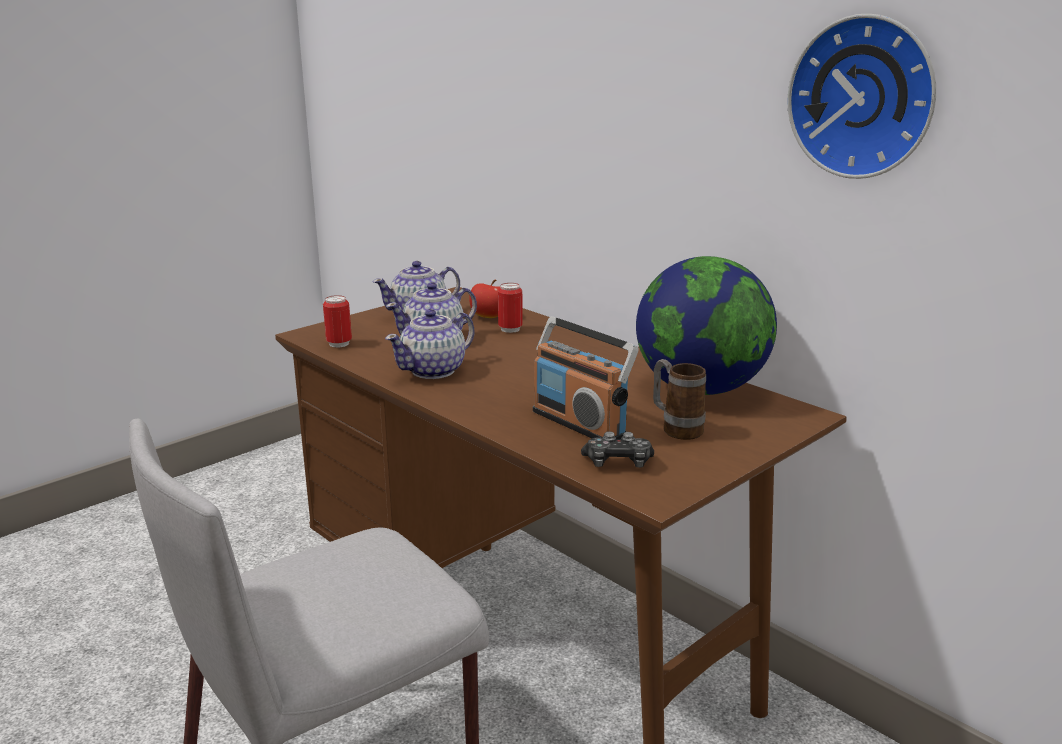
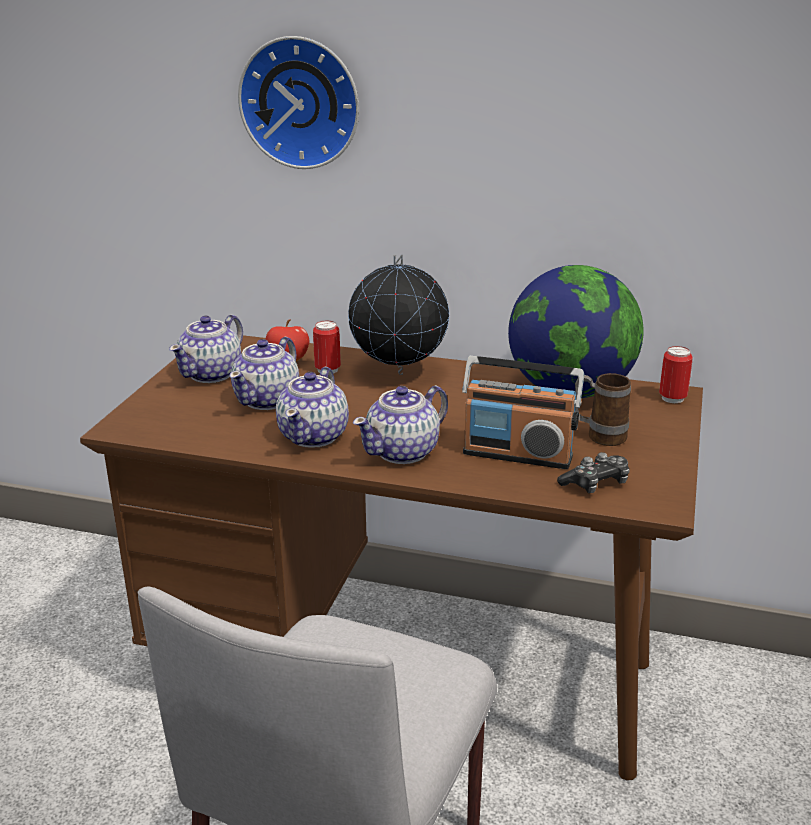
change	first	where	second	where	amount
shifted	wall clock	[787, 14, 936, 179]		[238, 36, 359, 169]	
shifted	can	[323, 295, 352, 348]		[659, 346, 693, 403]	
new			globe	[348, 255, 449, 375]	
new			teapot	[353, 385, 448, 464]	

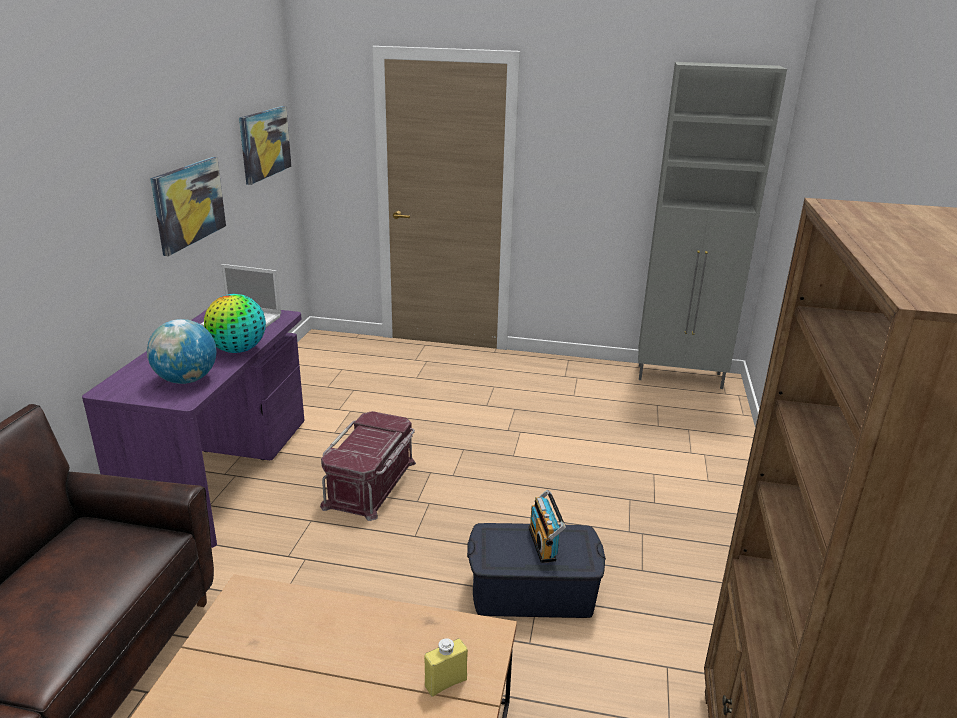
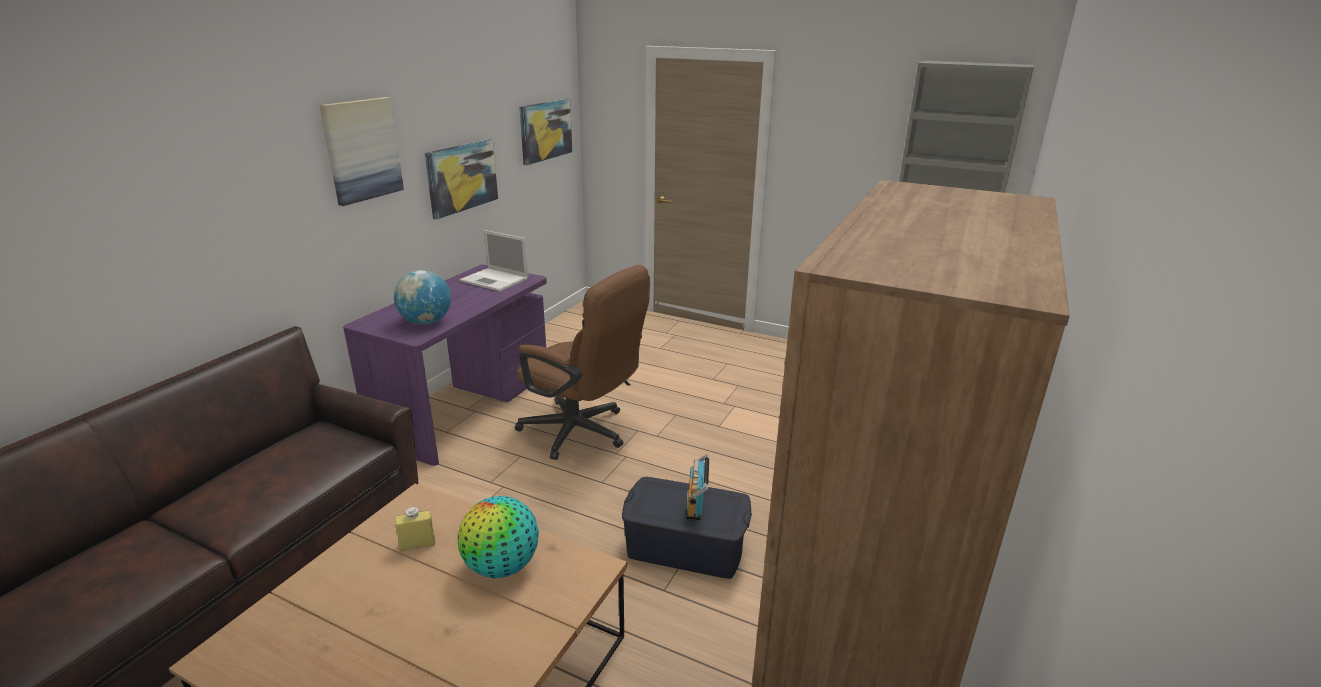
change	first	where	second	where	amount
shifted	globe	[204, 294, 266, 353]		[458, 496, 539, 578]	
swapped	storage box in red	[320, 411, 416, 521]	office chair in brown	[515, 265, 650, 460]	
shifted	bottle in yellow	[424, 638, 468, 697]		[395, 507, 435, 552]	
new			picture	[320, 97, 404, 206]	

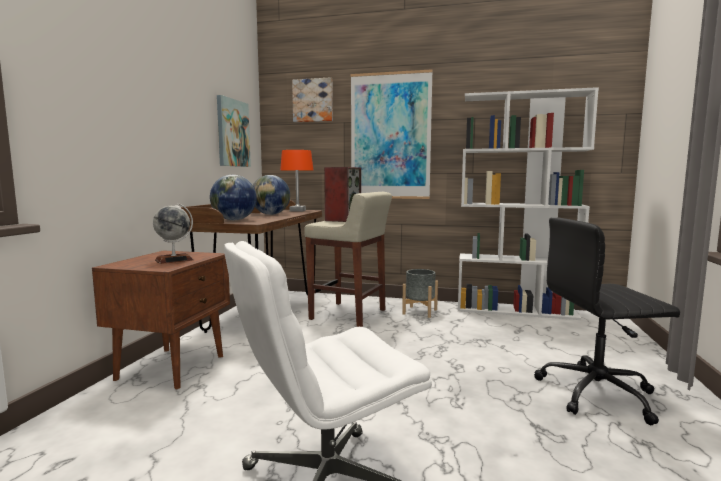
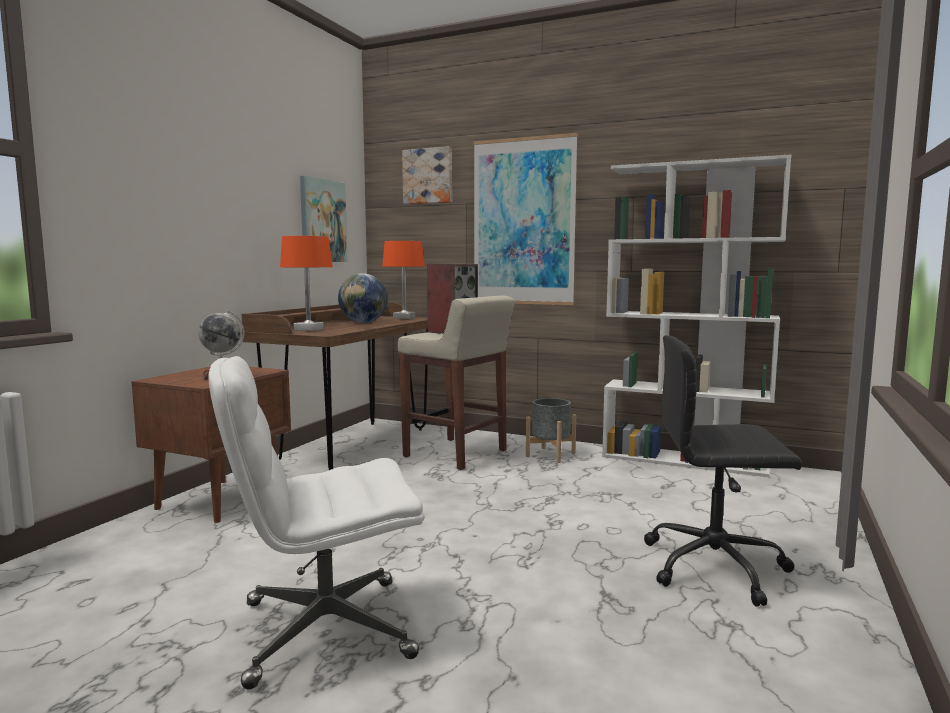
change	first	where	second	where	amount
swapped	globe	[210, 175, 257, 220]	table lamp in orange	[280, 236, 333, 331]	

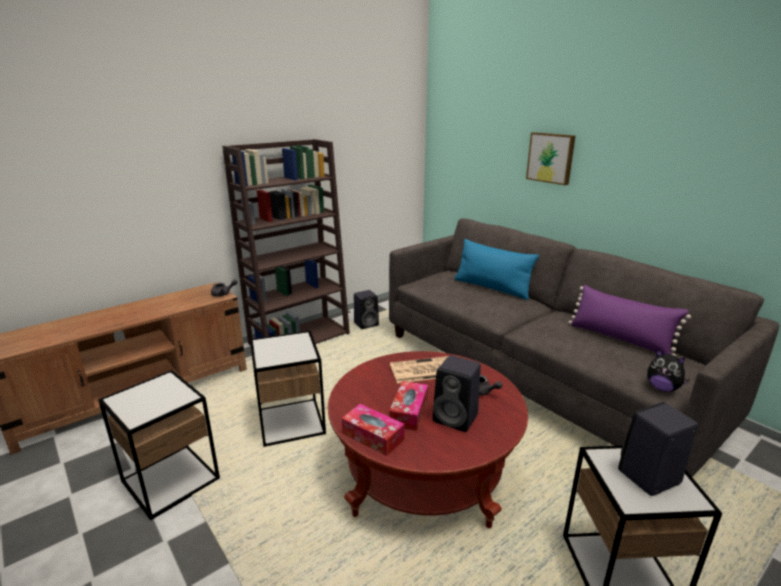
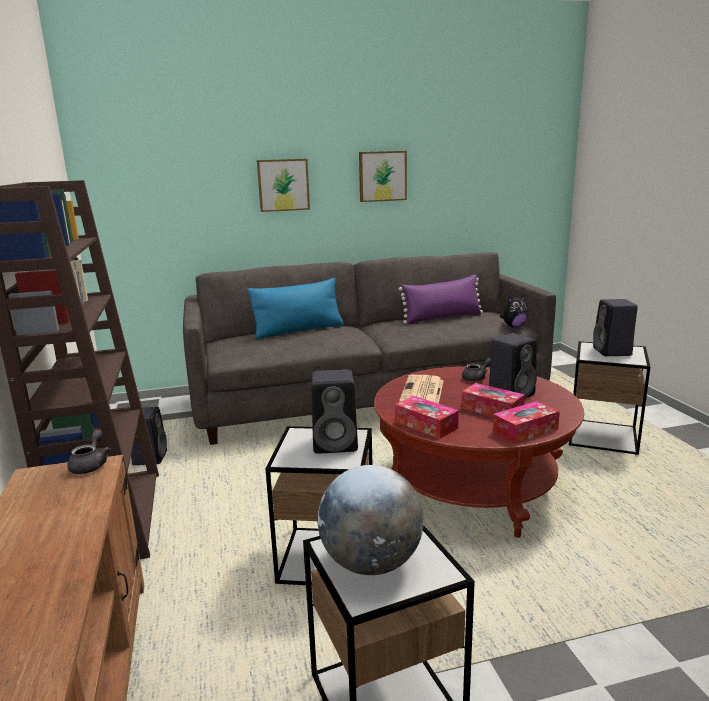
change	first	where	second	where	amount
new			picture	[359, 151, 407, 202]	
new			speaker in black	[311, 369, 358, 454]	
new			tissue box	[395, 396, 459, 439]	
new			globe	[318, 465, 424, 575]	

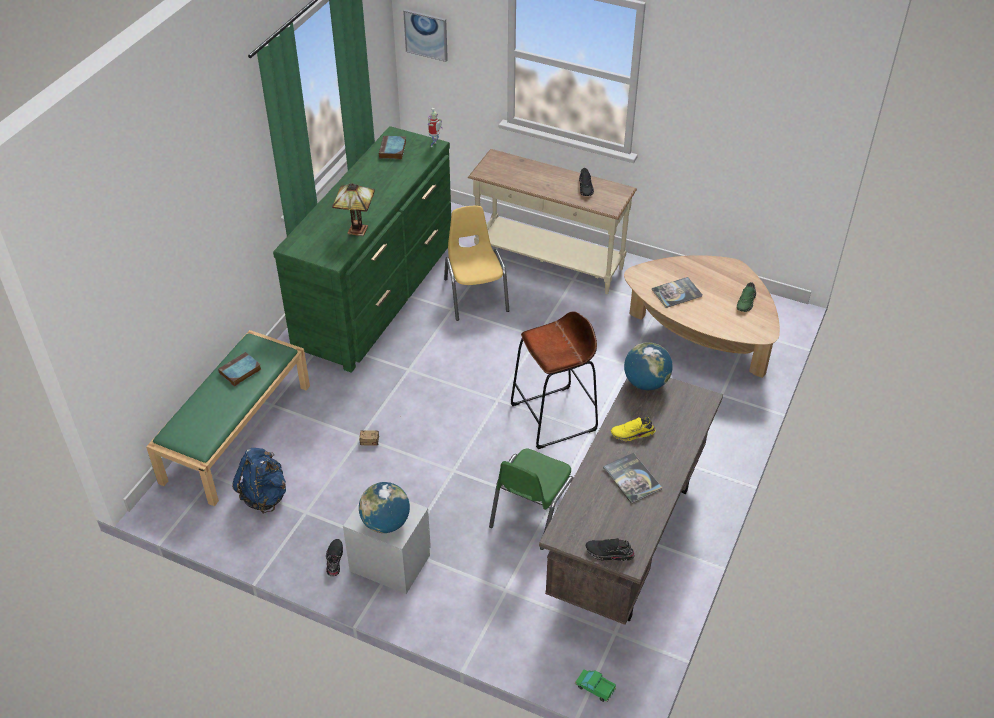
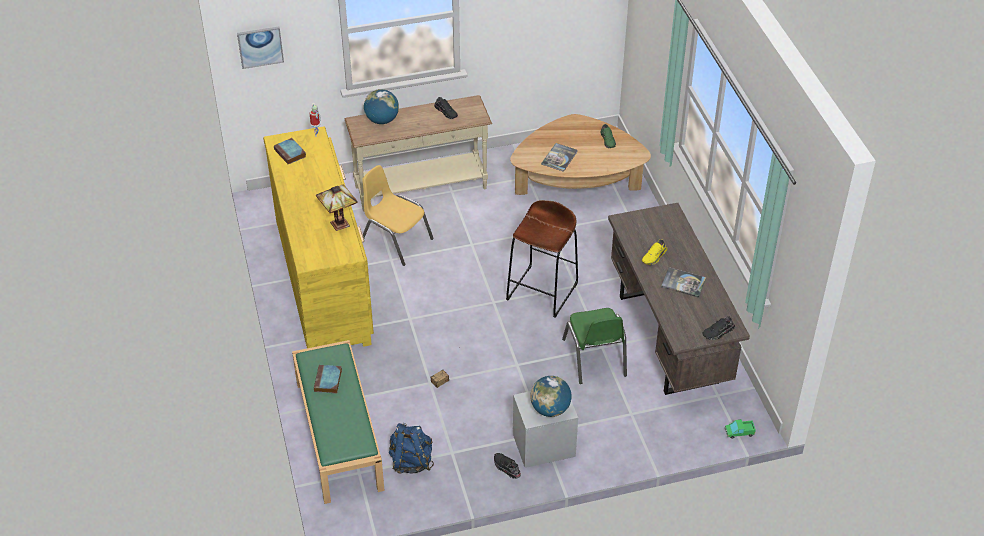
change	first	where	second	where	amount
repainted	dresser in green	[273, 126, 451, 372]	dresser in yellow	[263, 126, 374, 348]	
shifted	globe	[624, 342, 673, 390]		[364, 89, 399, 124]	

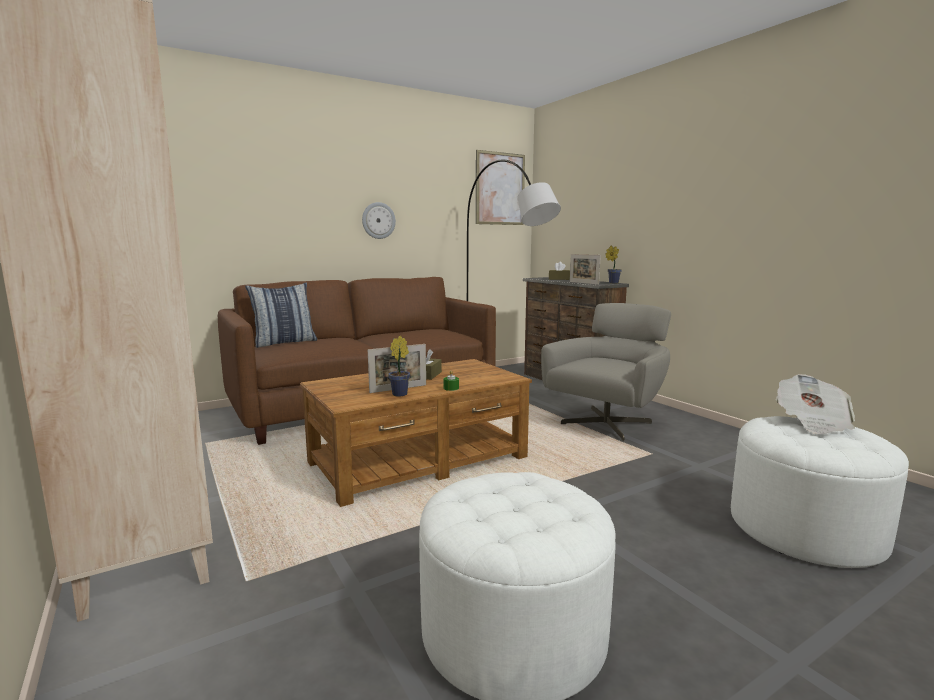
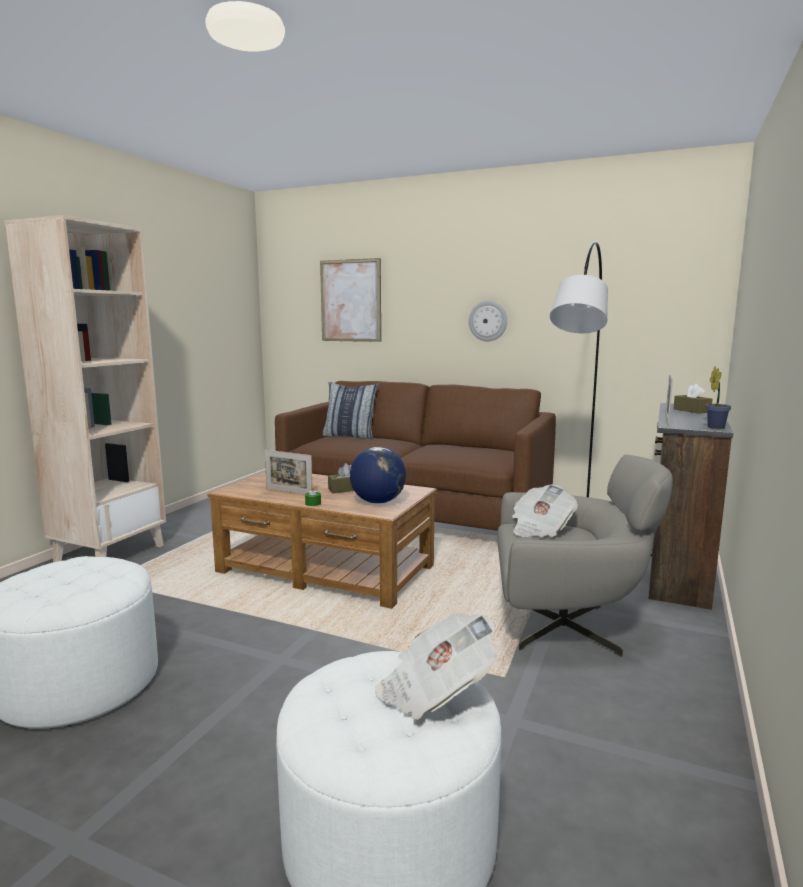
change	first	where	second	where	amount
shifted	picture	[476, 150, 525, 225]		[320, 258, 381, 342]	
gone	potted plant	[388, 335, 410, 397]			
new			globe	[350, 447, 406, 504]	
new			newspaper	[512, 485, 578, 537]	

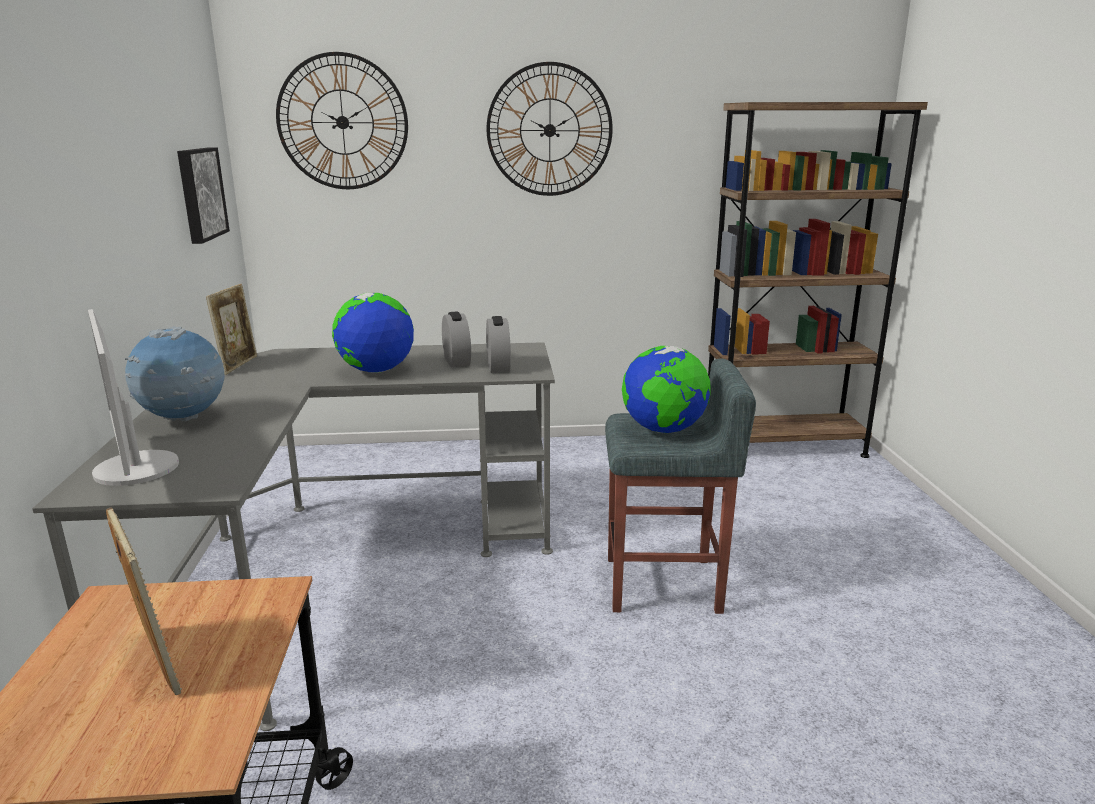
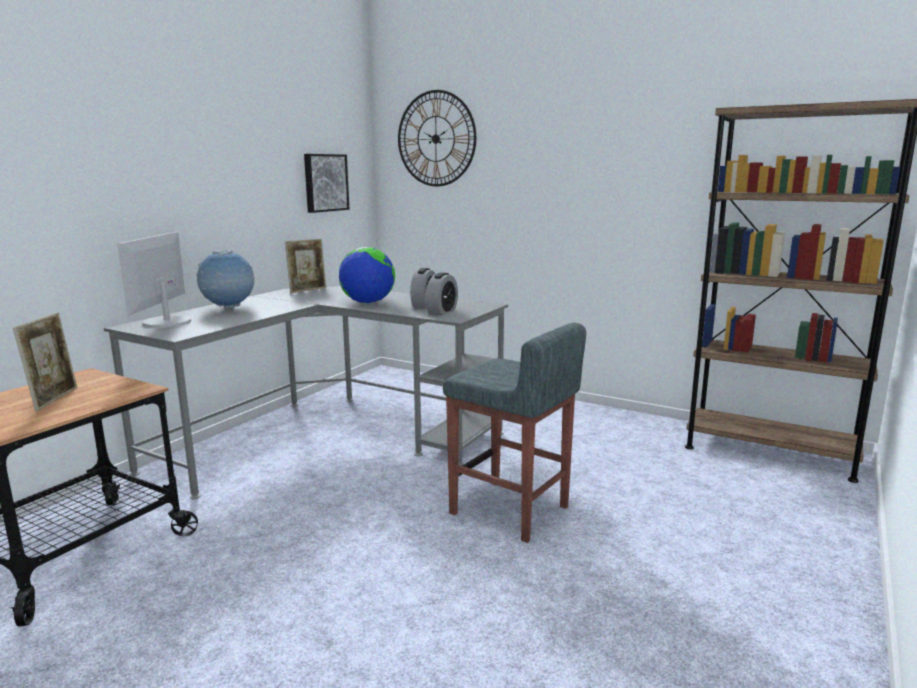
change	first	where	second	where	amount
gone	wall clock	[487, 62, 613, 196]			
gone	globe	[622, 346, 711, 433]			

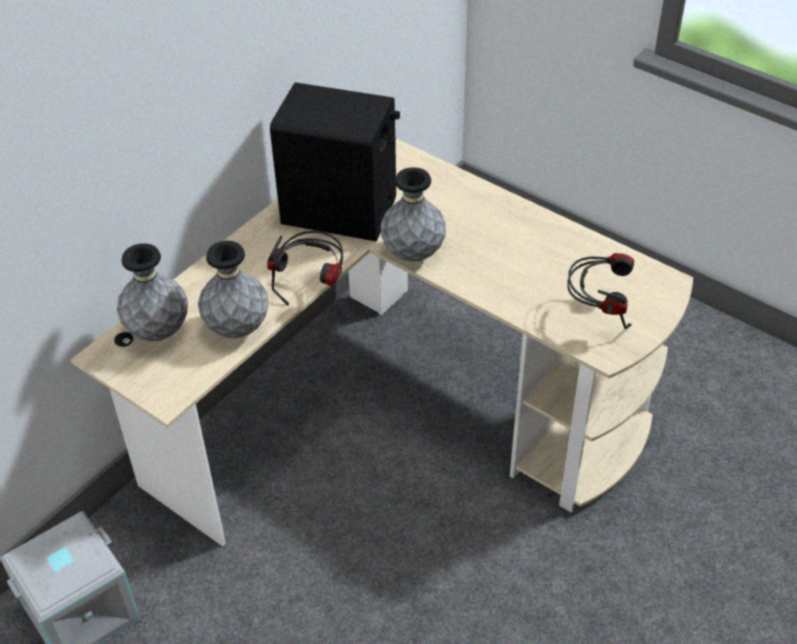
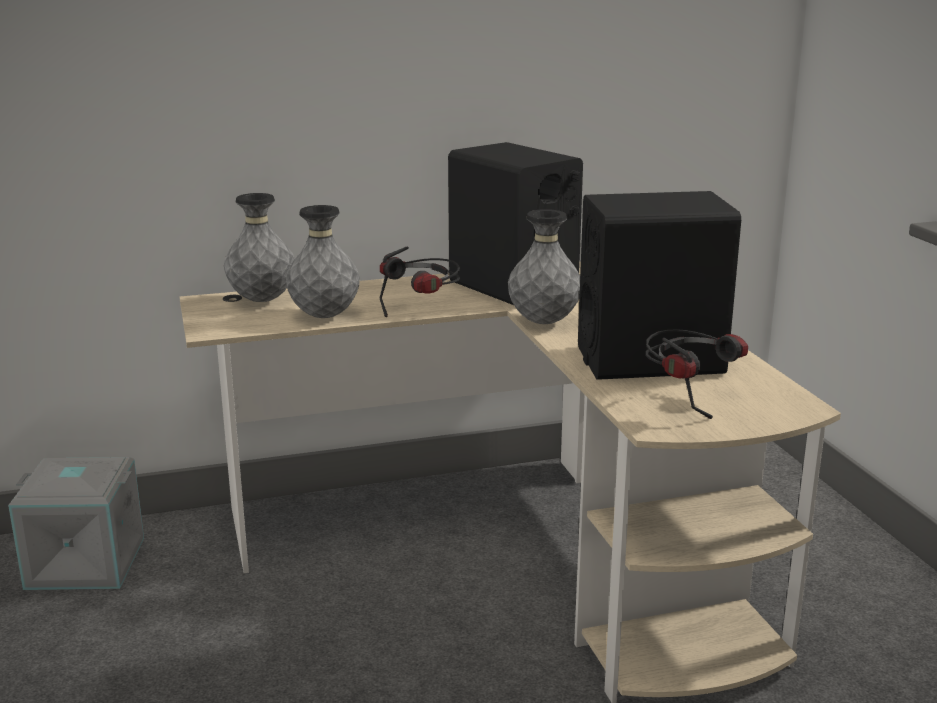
change	first	where	second	where	amount
new			speaker in black	[578, 191, 741, 380]	

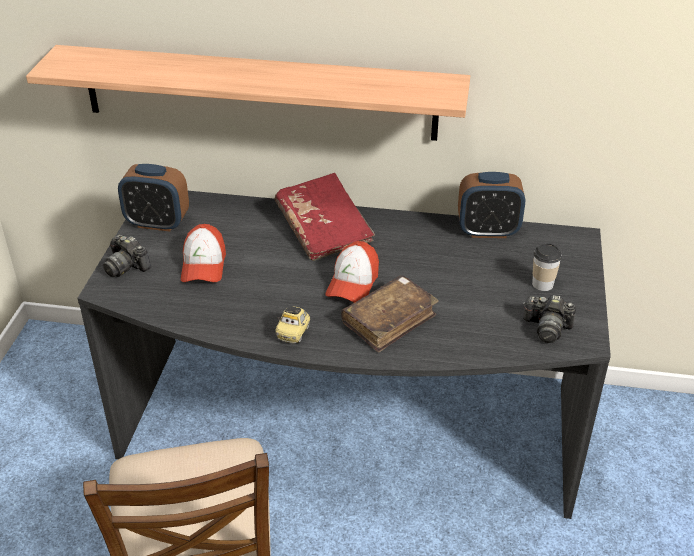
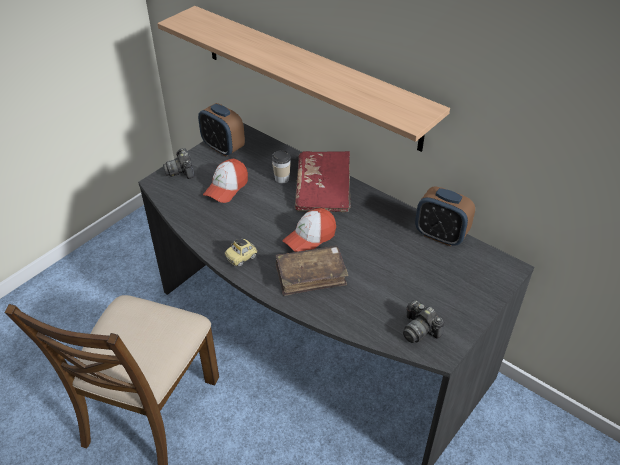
change	first	where	second	where	amount
shifted	cup	[532, 243, 562, 291]		[272, 150, 291, 184]	

